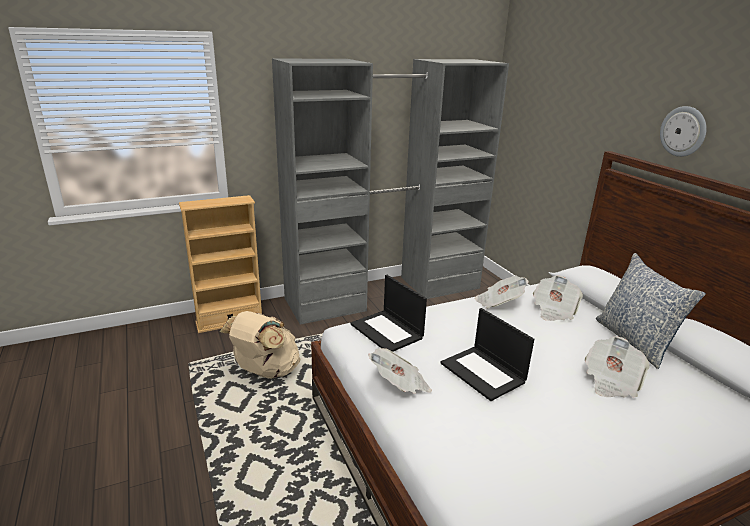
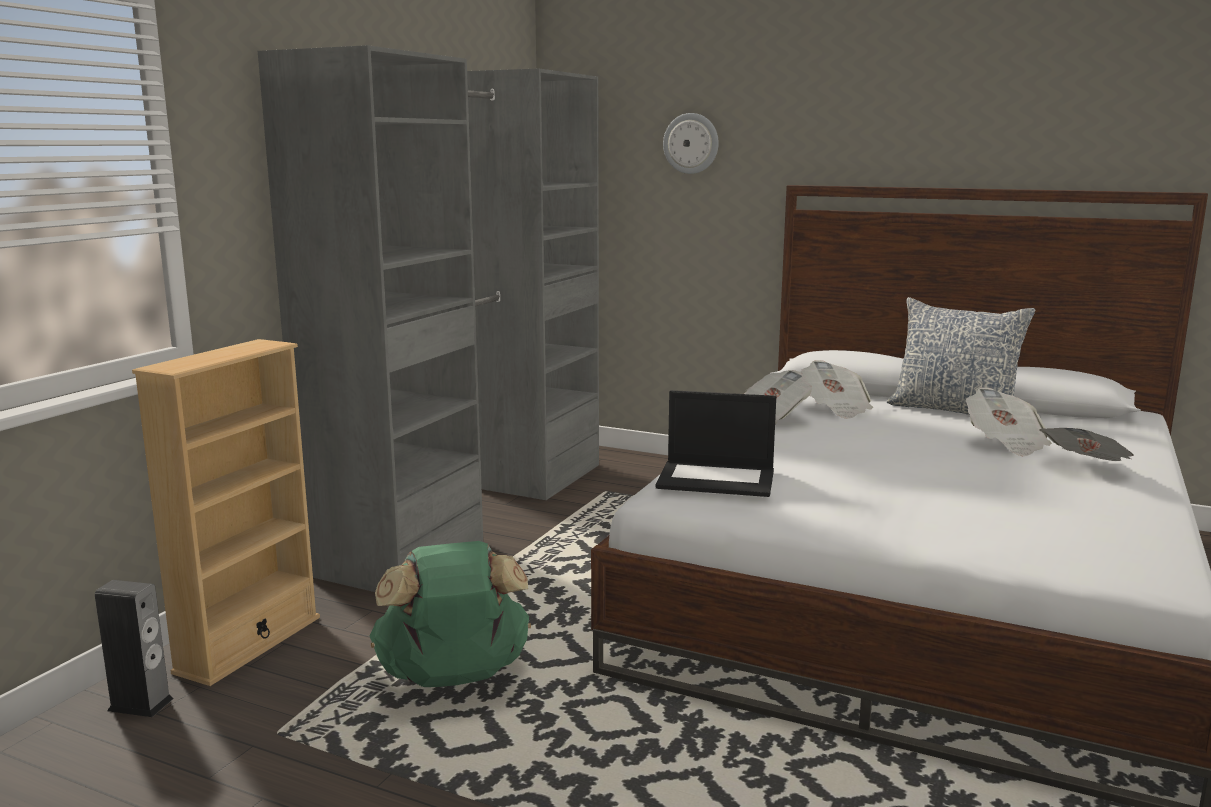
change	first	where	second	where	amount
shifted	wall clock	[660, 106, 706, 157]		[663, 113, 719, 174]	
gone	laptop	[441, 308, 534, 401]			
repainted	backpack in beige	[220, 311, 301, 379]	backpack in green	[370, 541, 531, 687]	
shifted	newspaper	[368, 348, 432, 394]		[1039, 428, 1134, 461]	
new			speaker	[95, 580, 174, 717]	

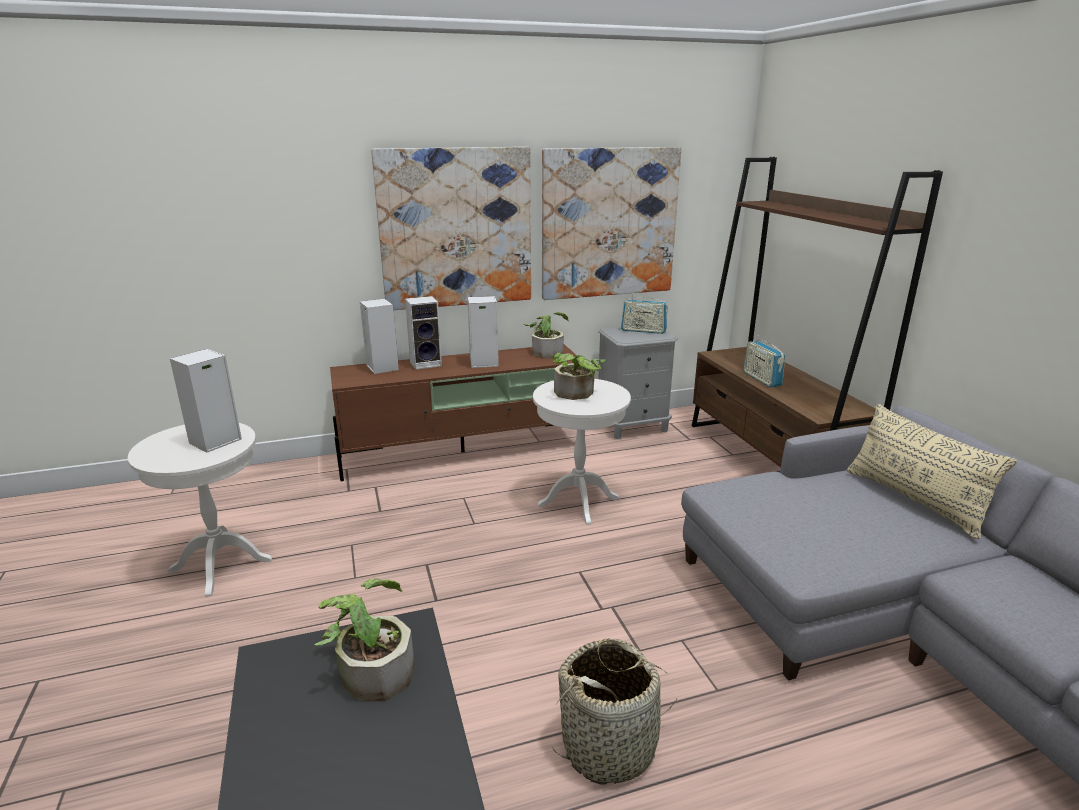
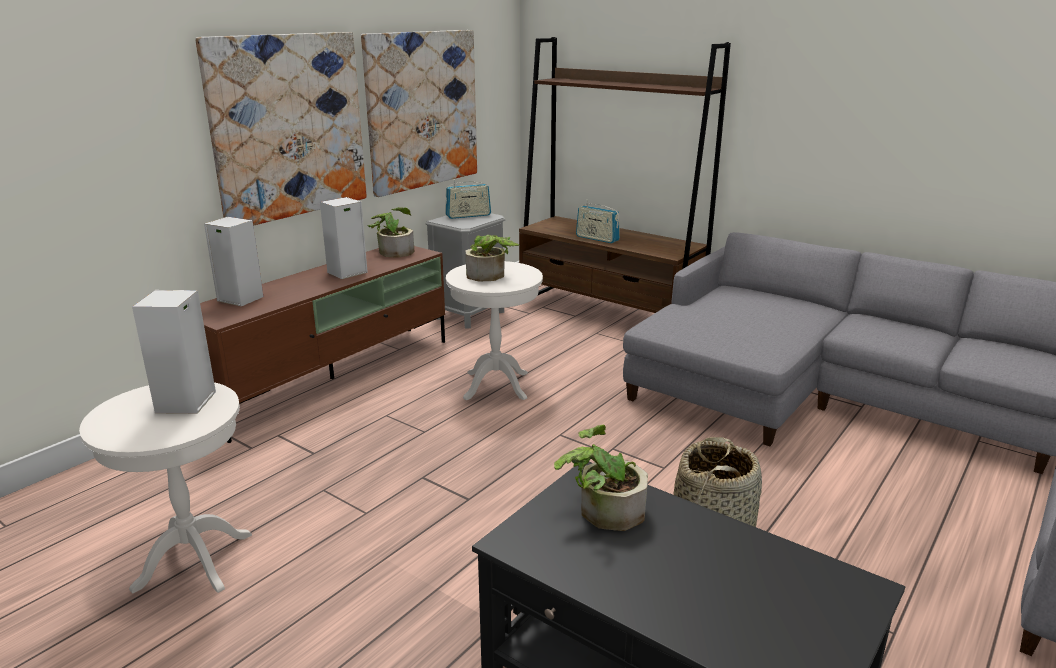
change	first	where	second	where	amount
gone	speaker	[405, 296, 442, 370]			
gone	pillow in beige	[847, 404, 1017, 539]			

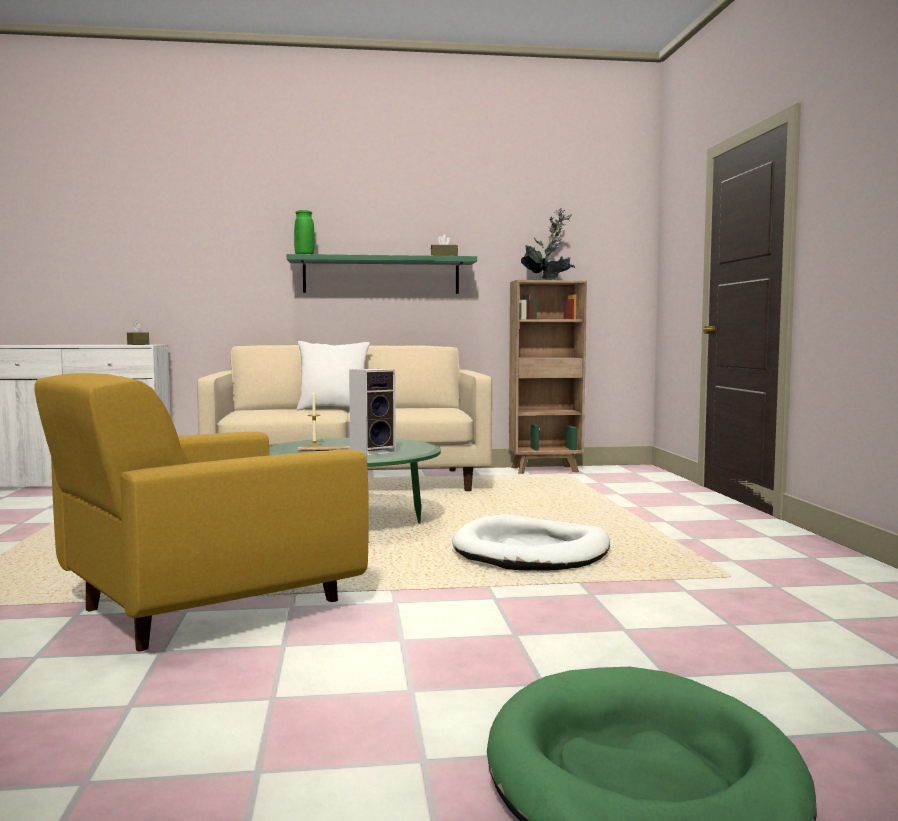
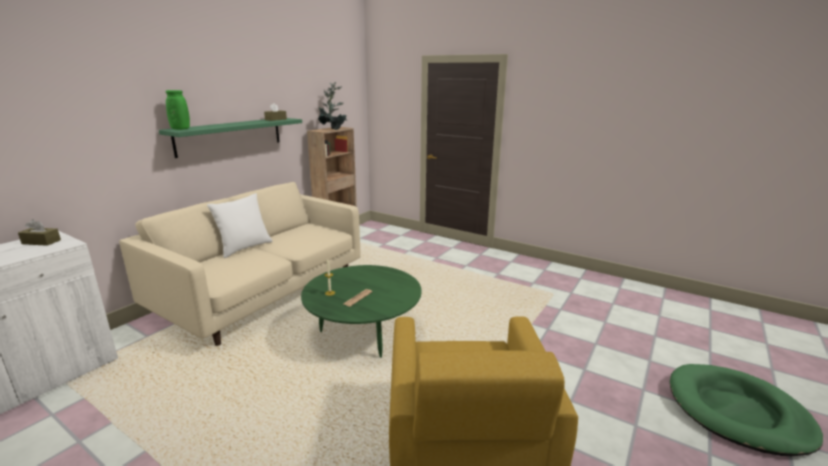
change	first	where	second	where	amount
gone	speaker	[349, 369, 396, 457]			
gone	dog bed in white	[452, 514, 610, 570]			

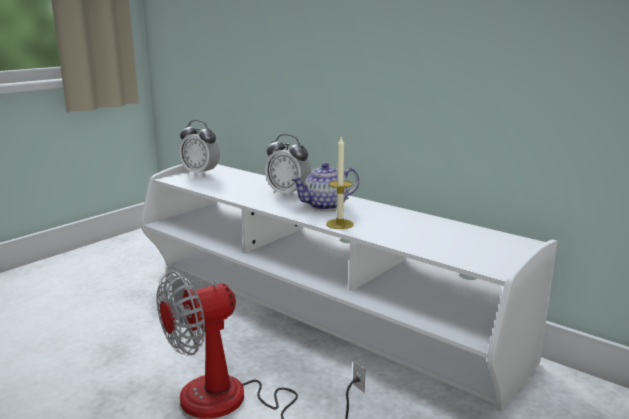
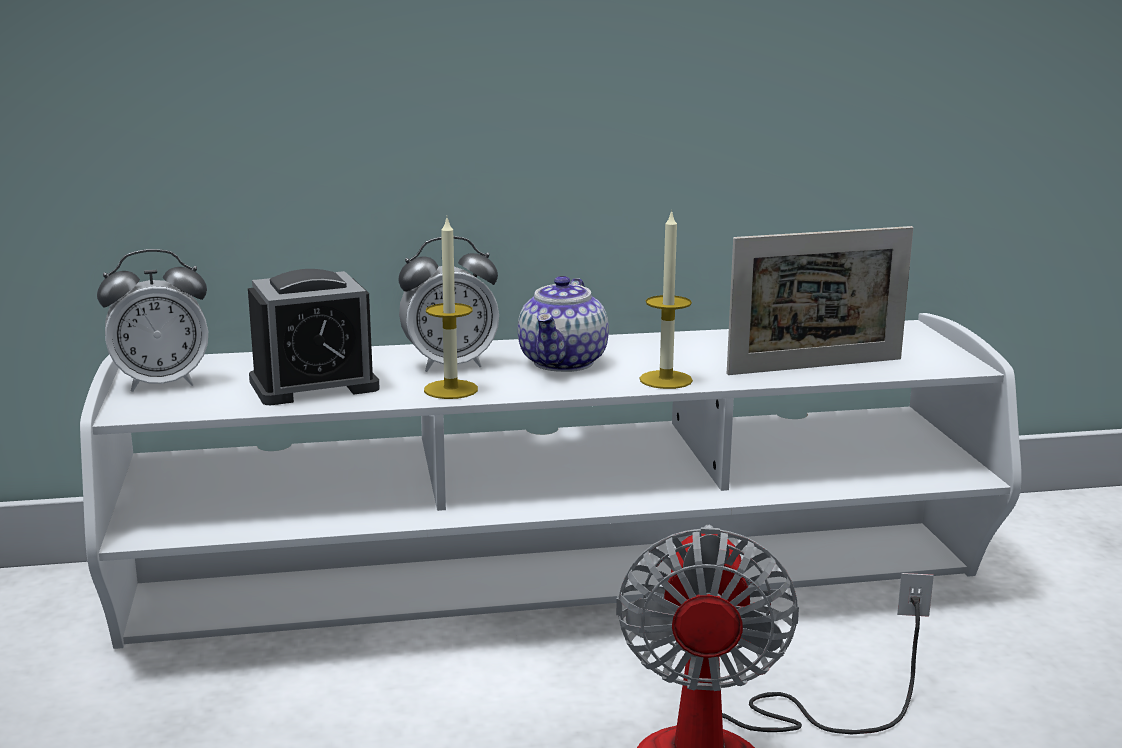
change	first	where	second	where	amount
new			candle	[424, 218, 478, 399]	
new			picture frame	[727, 226, 913, 375]	
new			alarm clock	[248, 269, 380, 405]	

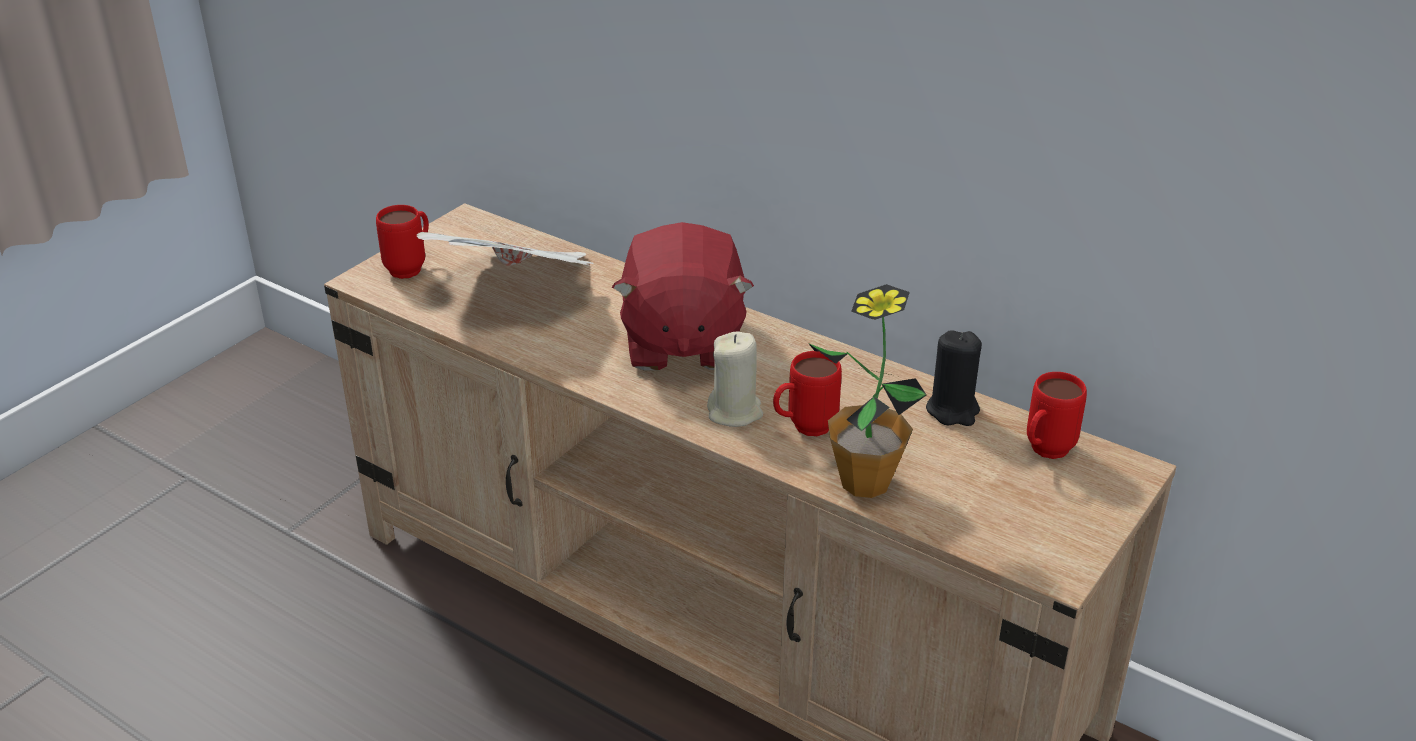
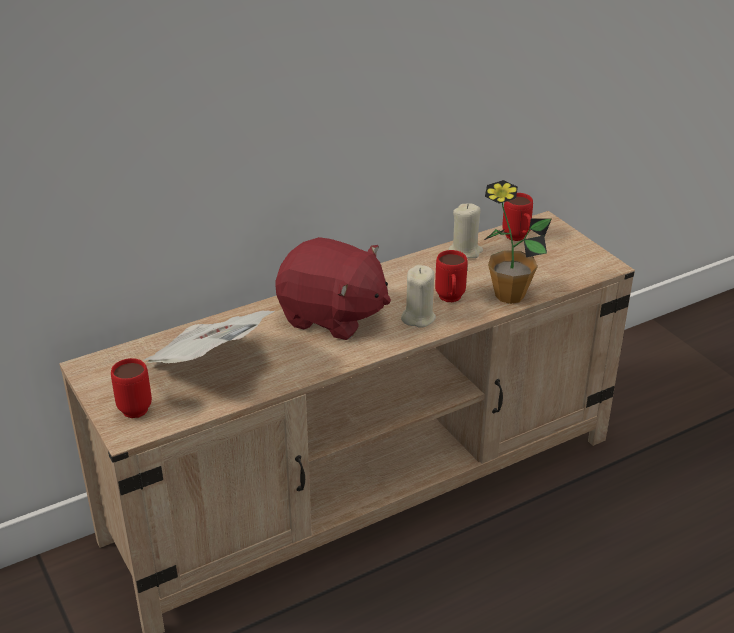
change	first	where	second	where	amount
repainted	candle in black	[926, 330, 982, 426]	candle in beige	[448, 204, 483, 258]	

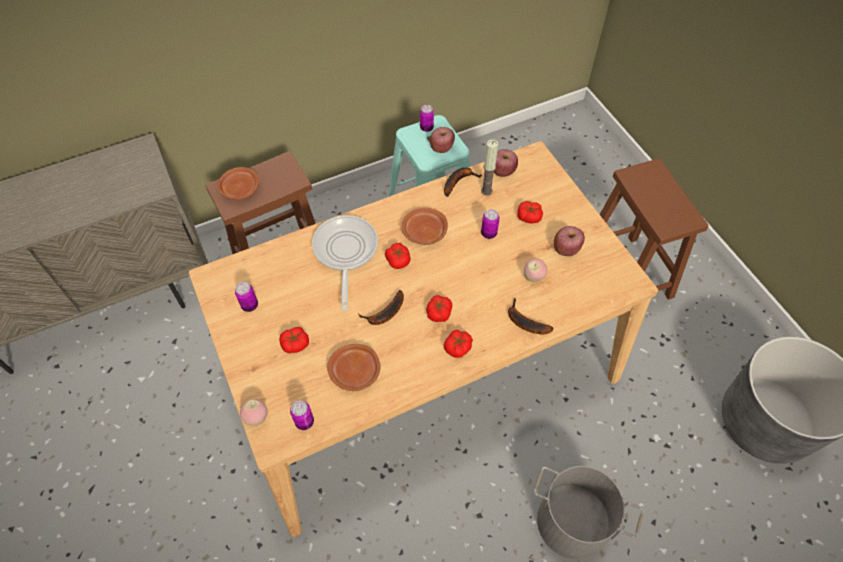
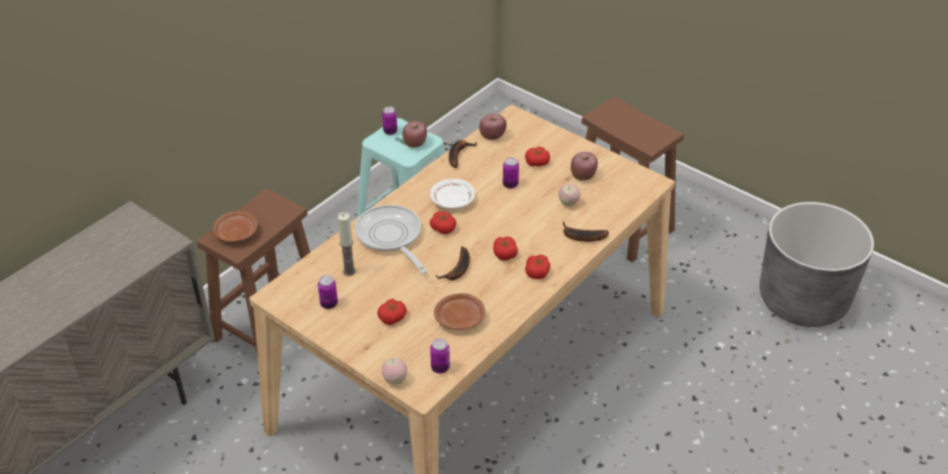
change	first	where	second	where	amount
shifted	candle	[481, 139, 499, 196]		[338, 212, 356, 276]	
repainted	plate in brown	[401, 208, 448, 245]	plate in white	[430, 179, 475, 209]	
gone	bucket in grey	[533, 466, 644, 559]			

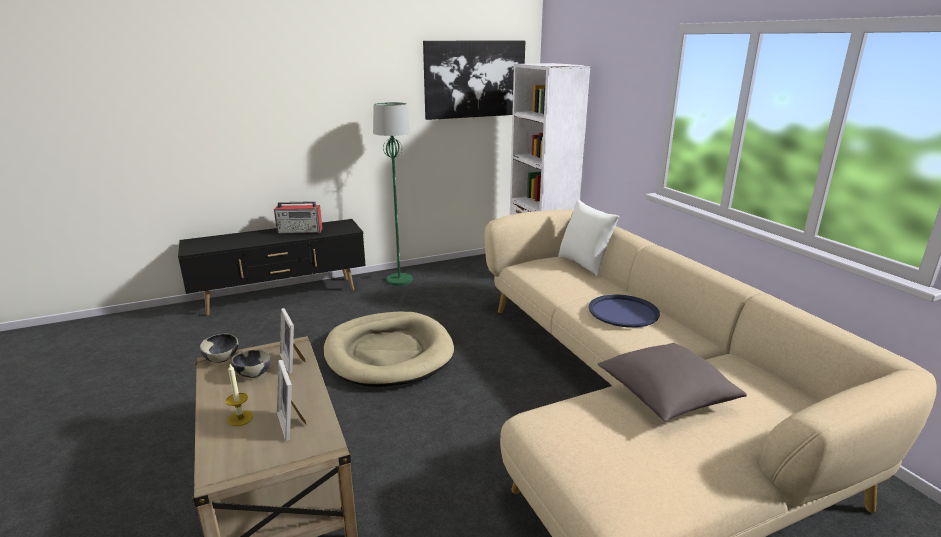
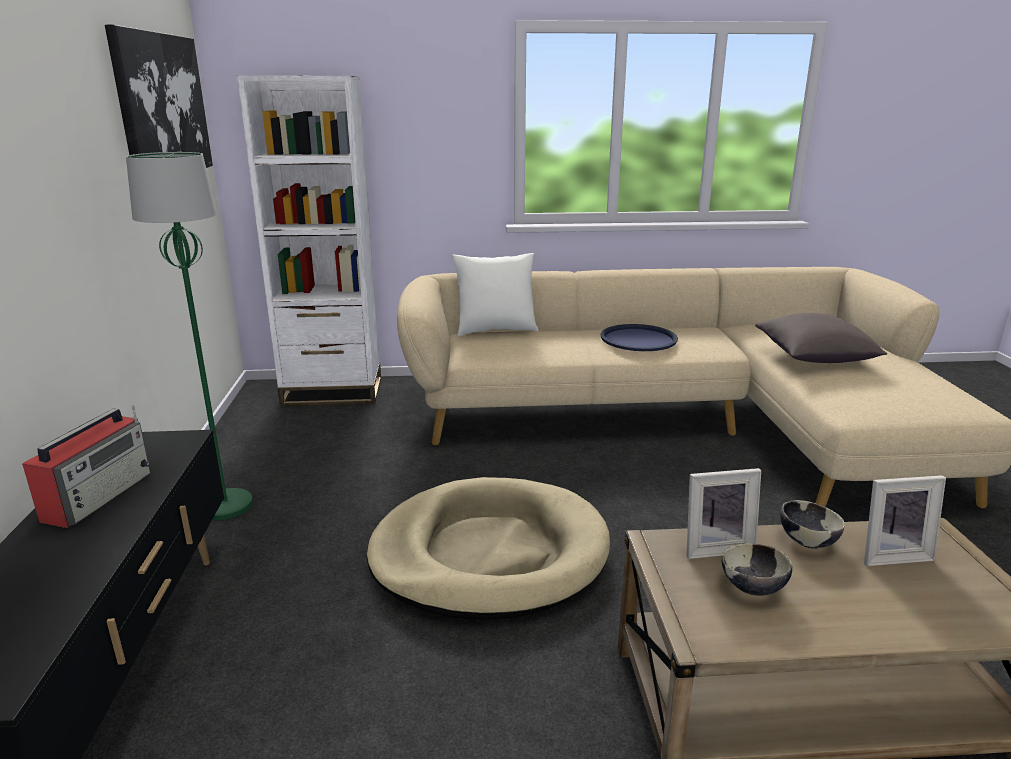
change	first	where	second	where	amount
shifted	bowl	[200, 333, 238, 363]		[780, 500, 845, 549]	
gone	candle	[226, 364, 253, 426]			

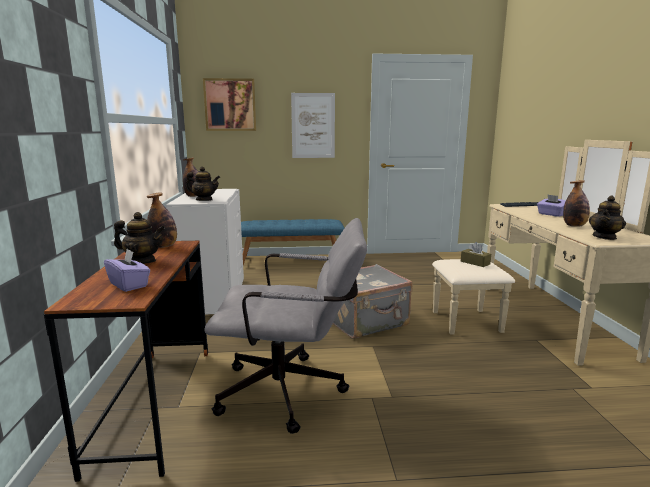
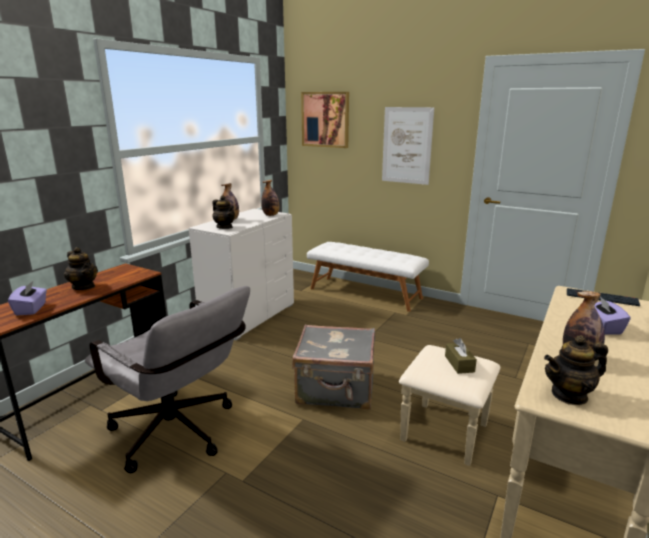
change	first	where	second	where	amount
shifted	bottle	[147, 192, 177, 248]		[261, 180, 279, 216]	
repainted	bench in blue	[241, 219, 344, 265]	bench in white	[307, 242, 429, 312]	

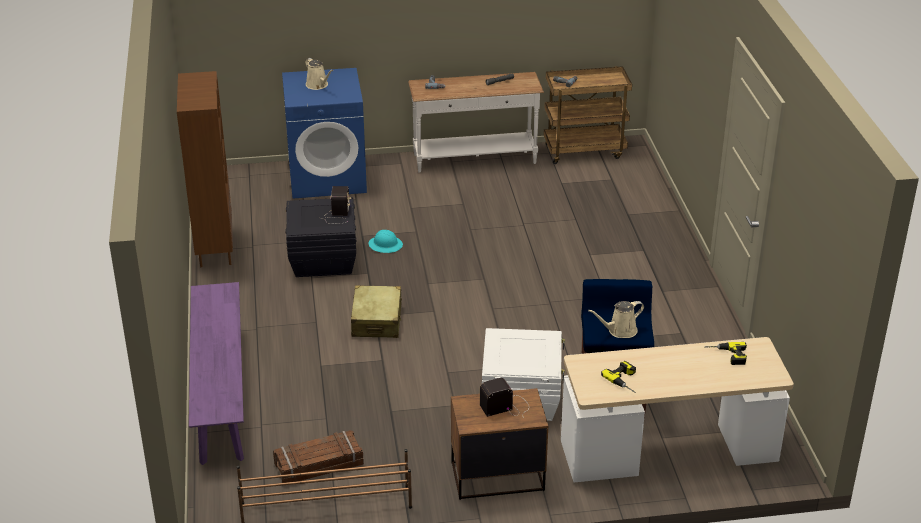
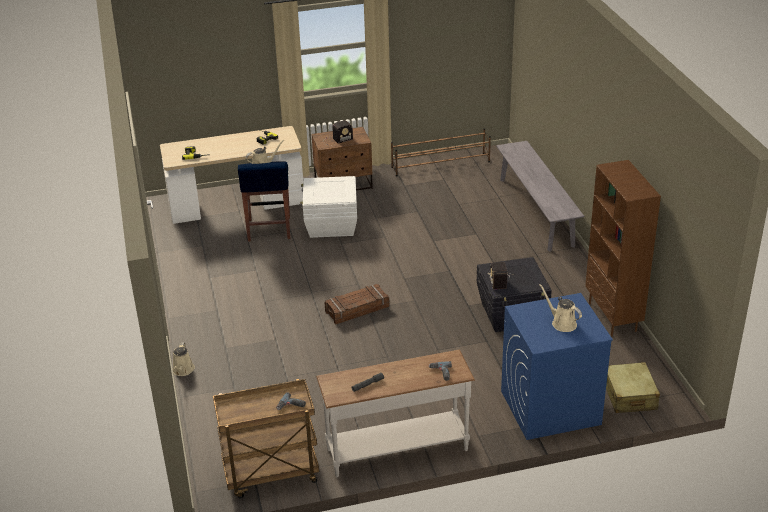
change	first	where	second	where	amount
gone	hard hat in turquoise	[369, 230, 403, 253]			
repainted	bench in purple	[189, 282, 244, 465]	bench in grey	[496, 141, 584, 252]	
shifted	suitcase in beige	[351, 285, 402, 338]		[606, 362, 660, 413]	
shifted	crate	[273, 430, 364, 483]		[325, 284, 389, 325]	
new			watering can in beige	[173, 342, 195, 376]	

